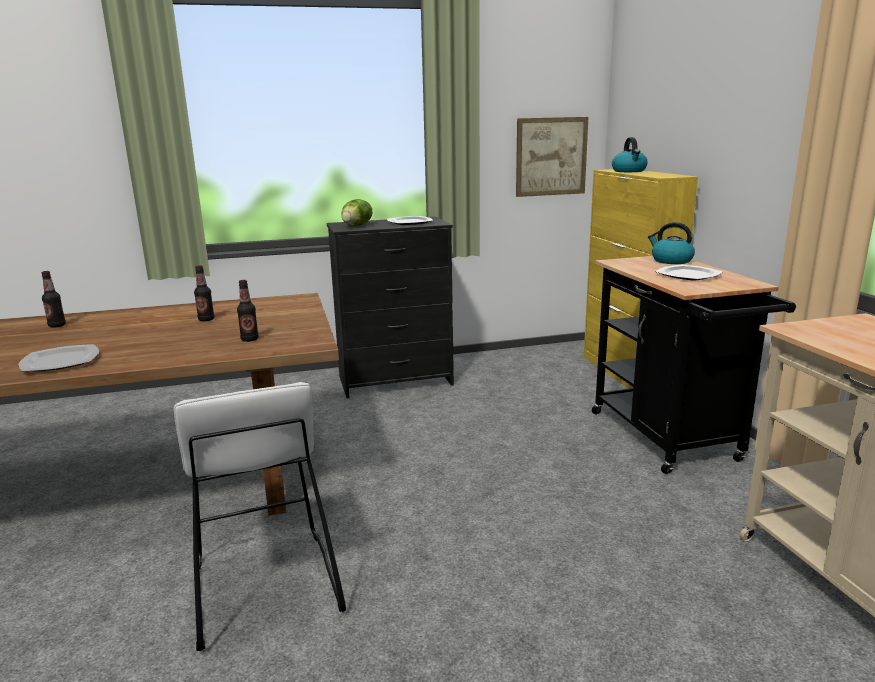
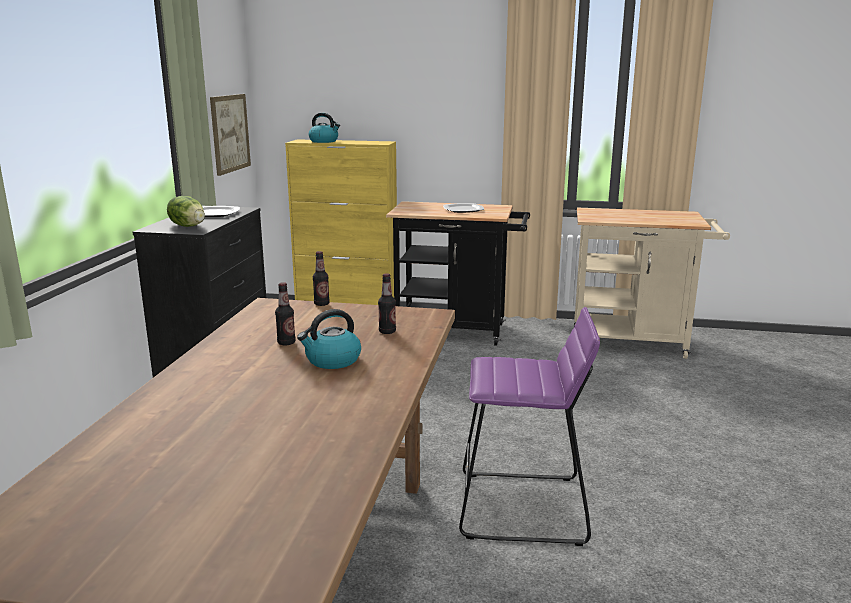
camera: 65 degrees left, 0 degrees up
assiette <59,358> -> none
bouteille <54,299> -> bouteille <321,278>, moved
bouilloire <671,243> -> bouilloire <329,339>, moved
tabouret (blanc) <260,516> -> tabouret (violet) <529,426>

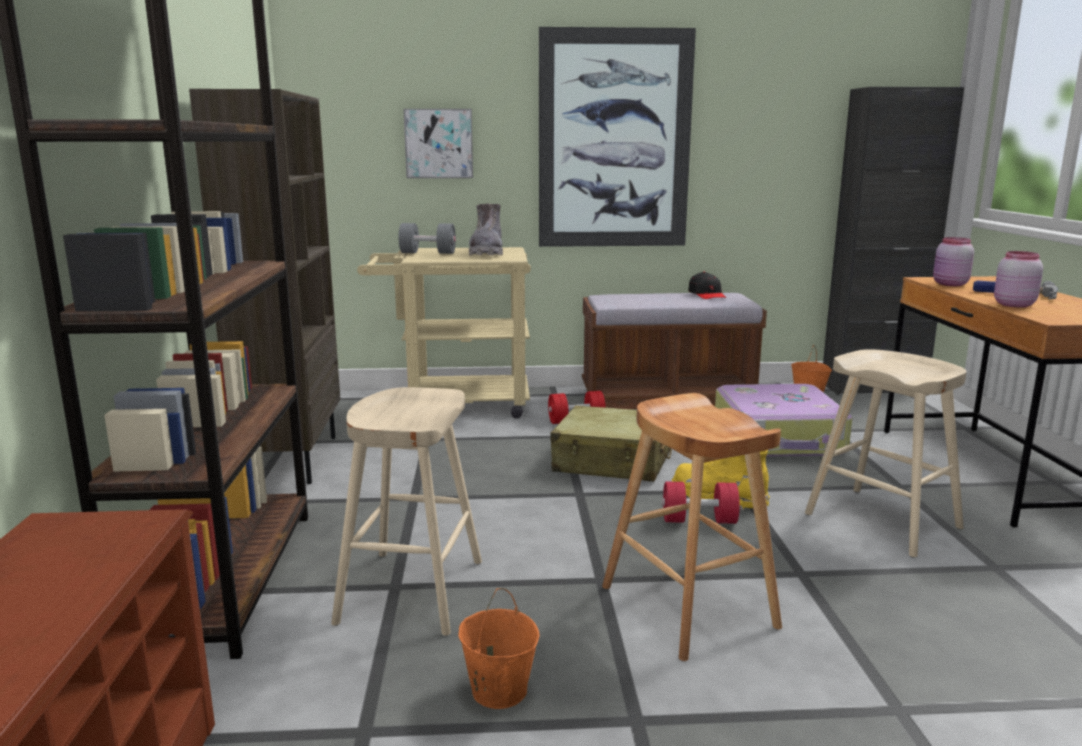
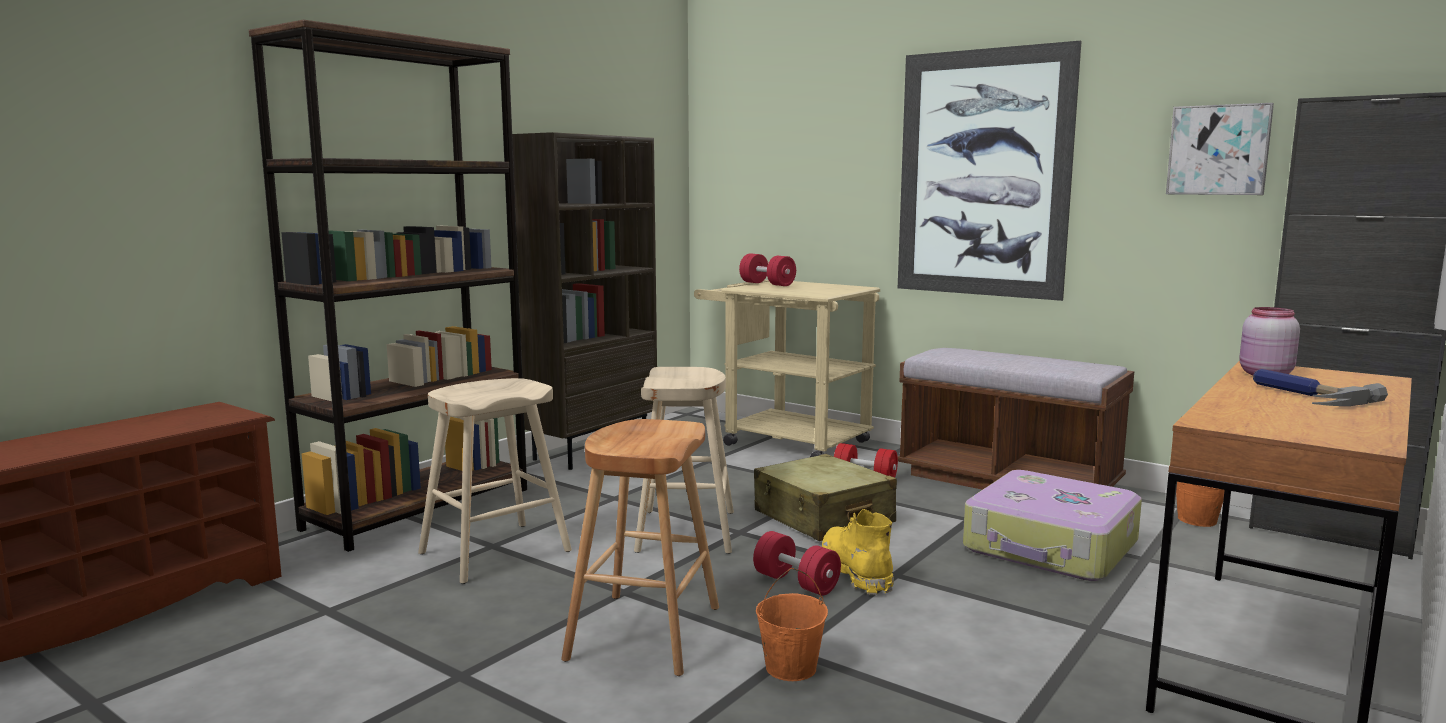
camera: 40 degrees right, 5 degrees down
botte (gris) <486,229> -> none
casquette (noir) <707,285> -> none
bocal (rose) <1018,279> -> none
tableau <438,143> -> tableau <1220,149>, moved
seau (orange) <498,648> -> seau (orange) <792,624>, moved
tabouret (beige) <885,453> -> tabouret (beige) <684,460>, moved
haltère (gris) <427,238> -> haltère (rouge) <767,269>

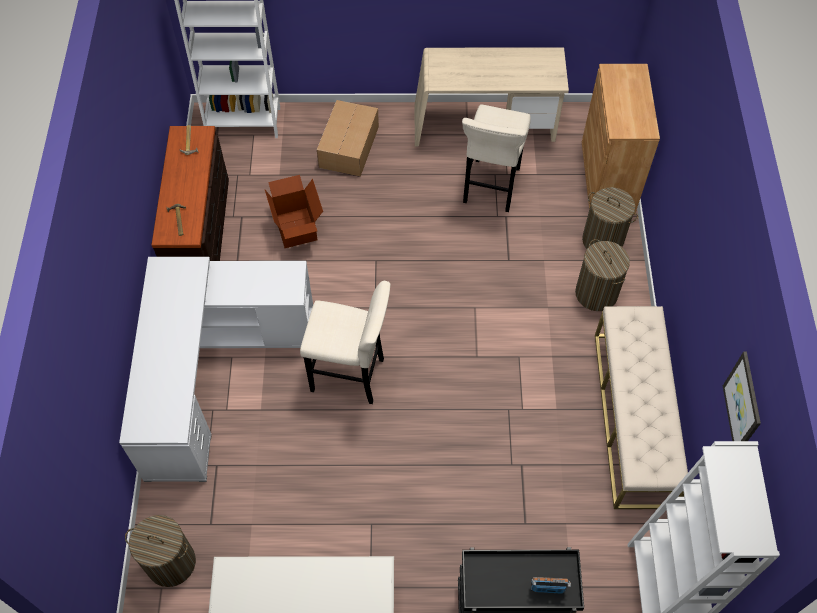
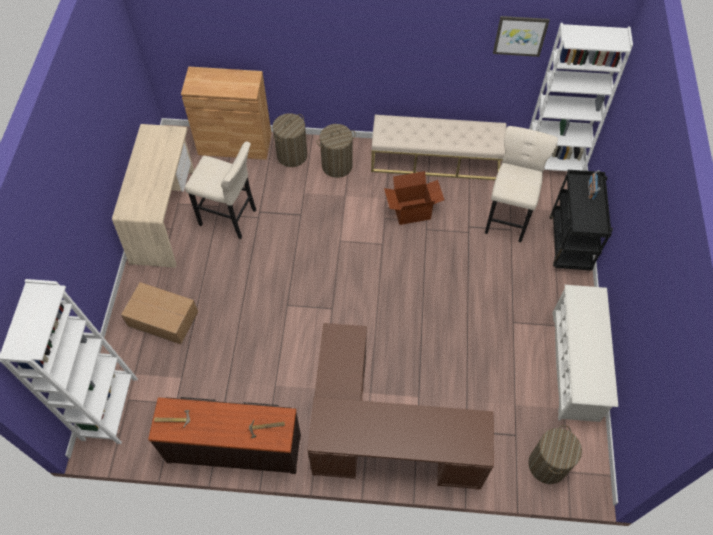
camera: 85 degrees left, 0 degrees up
carton <294,211> -> carton <414,198>, moved
tabouret (beige) <345,342> -> tabouret (beige) <521,184>, moved
bureau (blanc) <216,369> -> bureau (marron) <401,406>

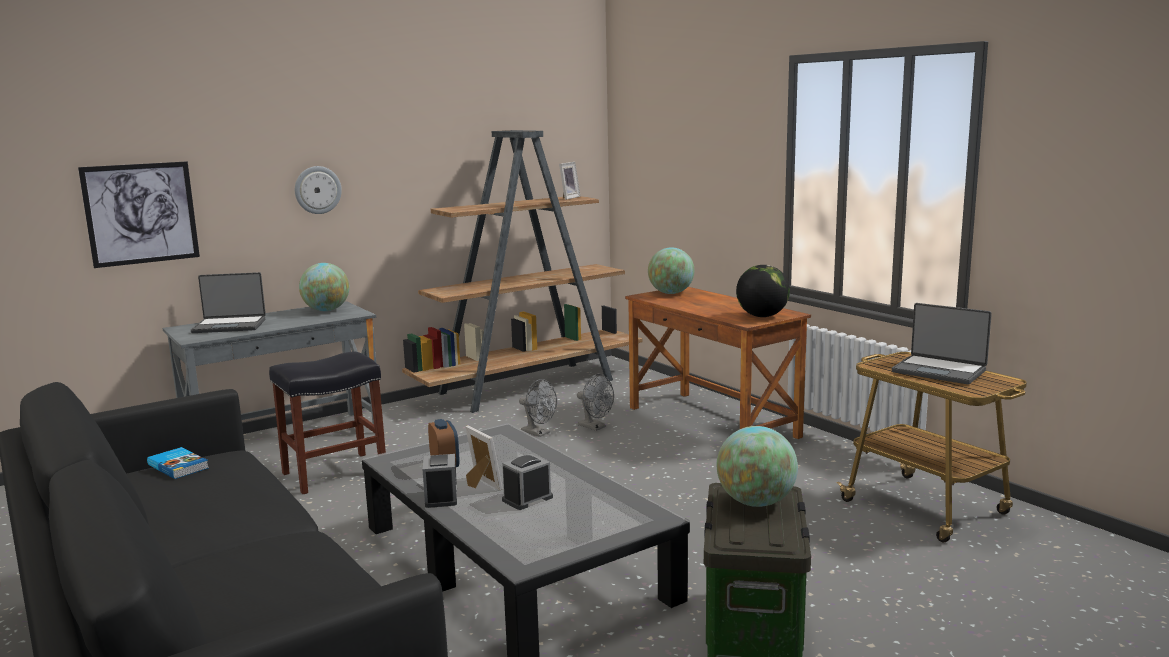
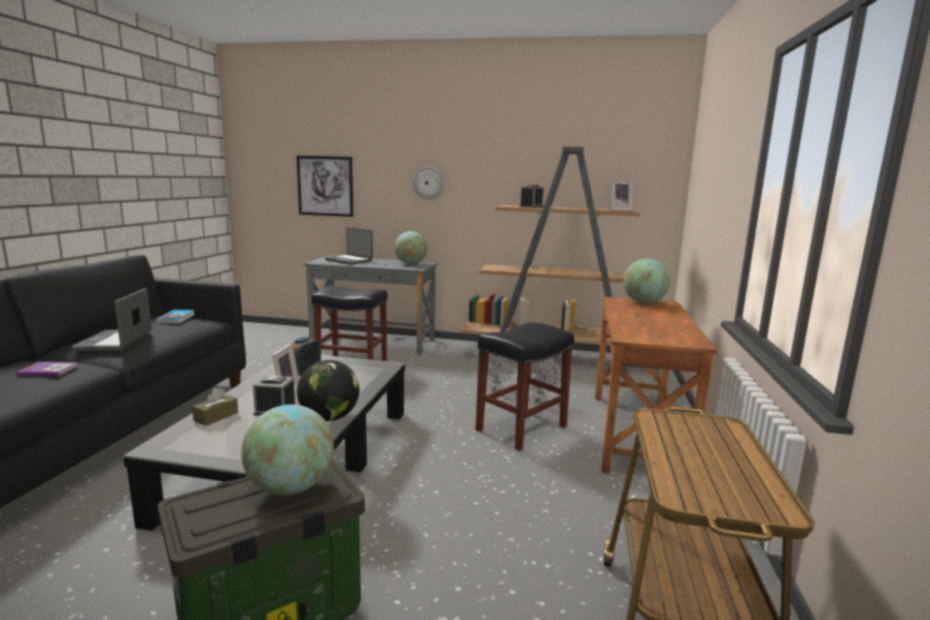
camera: 45 degrees right, 0 degrees up
none -> livre <47,369>
none -> boîte à mouchoirs (marron) <215,407>
none -> tabouret (noir) <524,386>
réveil <440,481> -> réveil <532,196>, moved
globe <763,291> -> globe <328,390>, moved
ordinateur portable <942,343> -> ordinateur portable <111,319>, moved

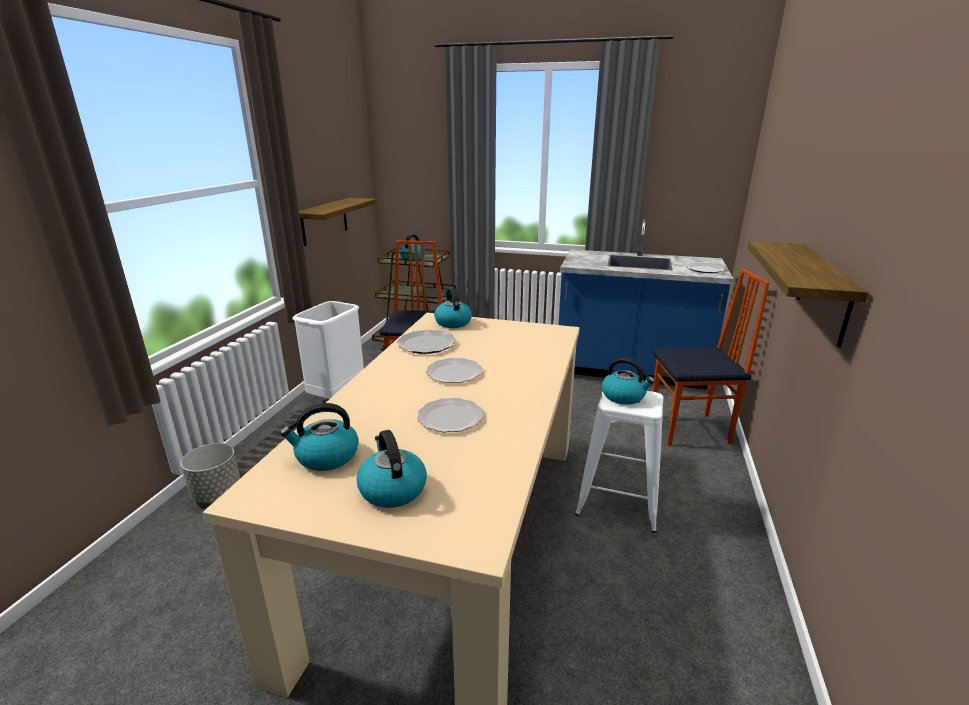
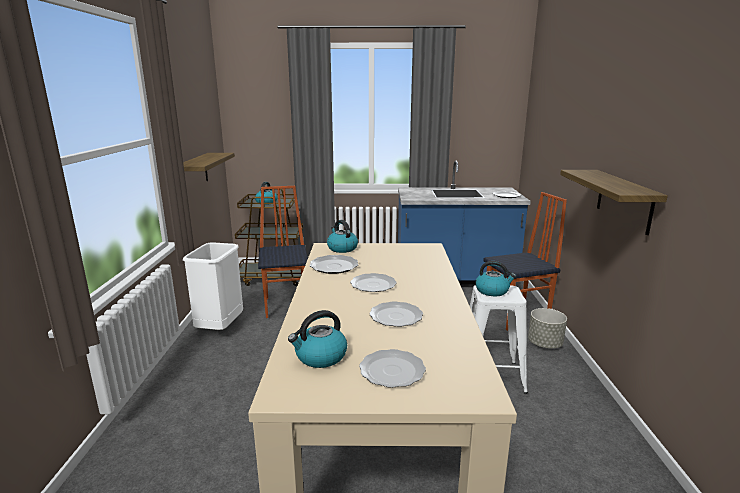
camera: 15 degrees left, 5 degrees down
cache-pot (gris) <210,473> -> cache-pot (gris) <547,328>, moved
bouilloire <392,469> -> assiette <392,368>

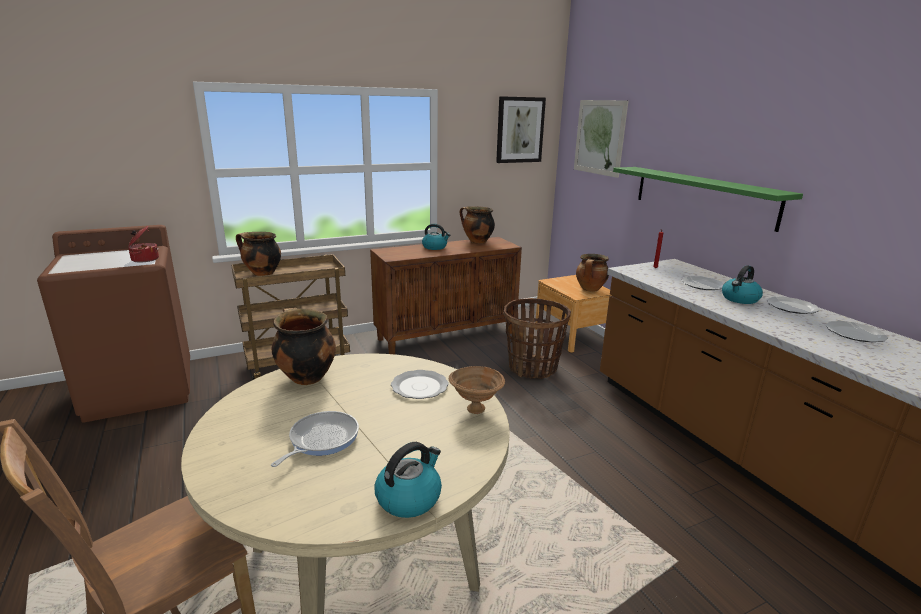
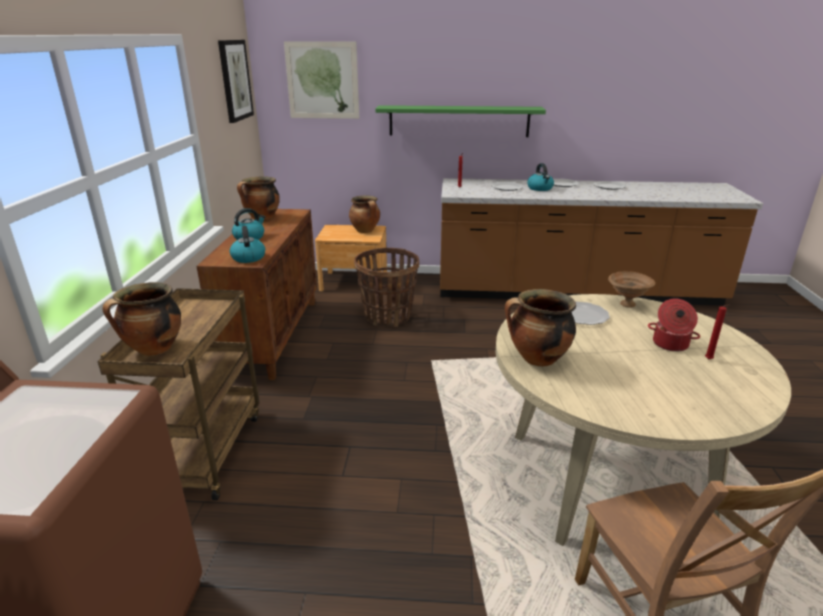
camera: 60 degrees left, 5 degrees up
poêle <315,439> -> none
none -> bougie (rouge) <717,332>
marmite <143,244> -> marmite <674,325>, moved
bouilloire <408,480> -> bouilloire <247,244>, moved

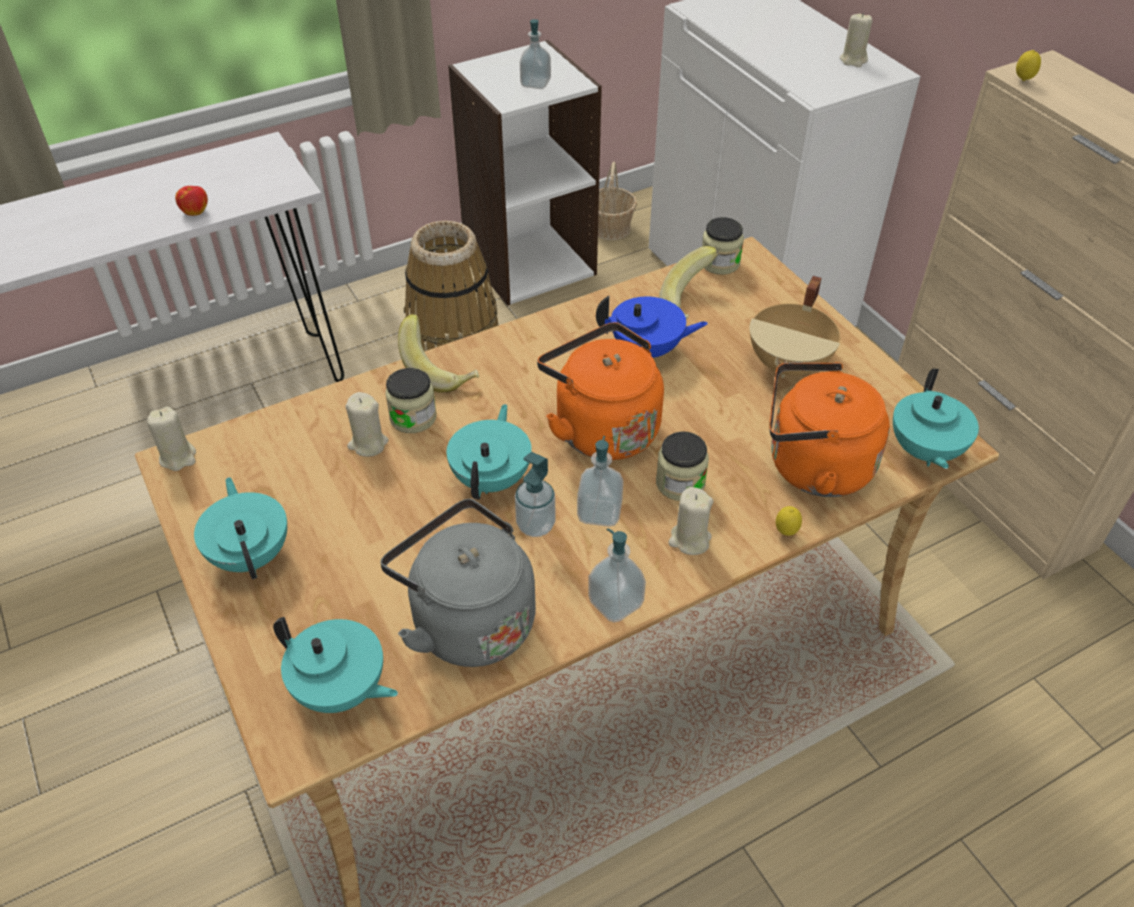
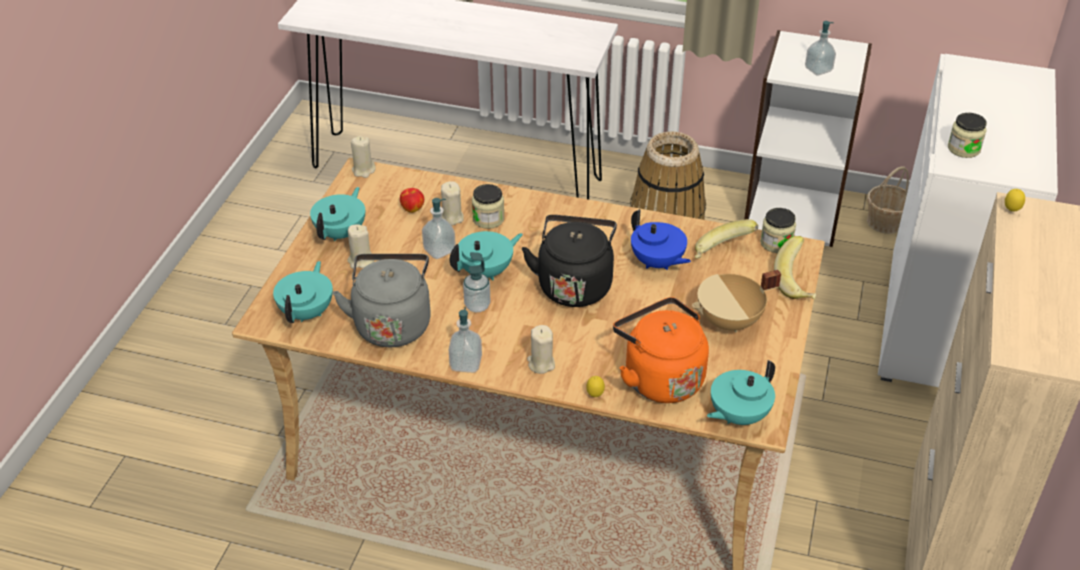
camera: 45 degrees right, 5 degrees down
pomme <191,201> -> pomme <412,200>, moved
banane <438,353> -> banane <795,267>, moved
distributeur de savon <600,481> -> distributeur de savon <439,228>, moved
bocal <682,466> -> bocal <967,135>, moved
bougie (beige) <856,40> -> bougie (beige) <361,246>, moved
bouilloire (orange) <600,391> -> bouilloire (noir) <569,261>
théière (turquoise) <335,665> -> théière (turquoise) <303,292>, 150 degrees counterclockwise

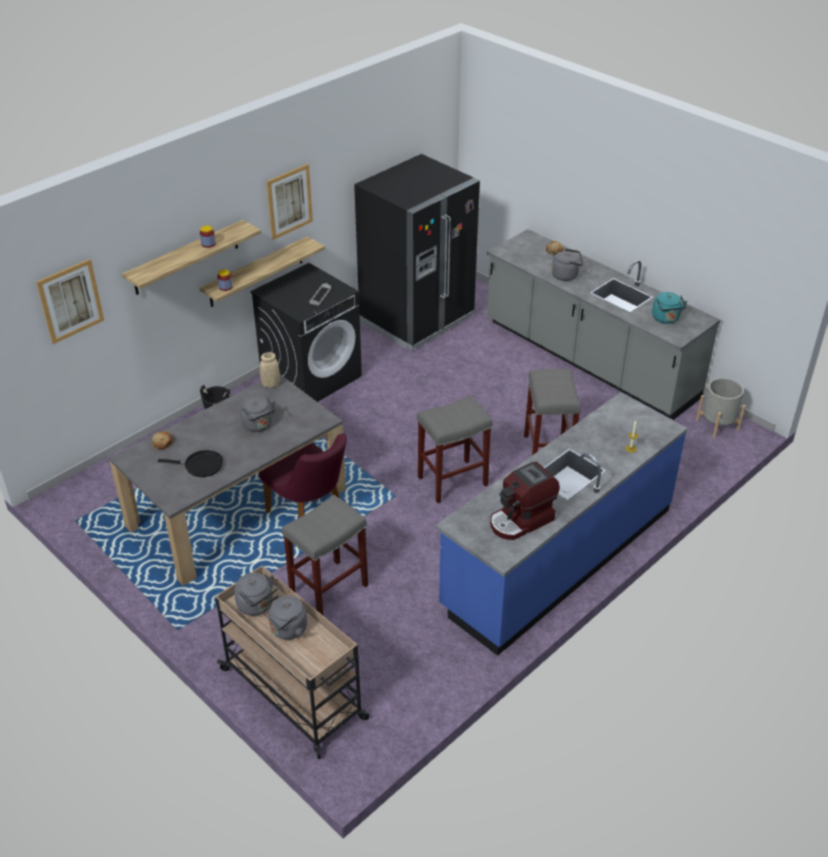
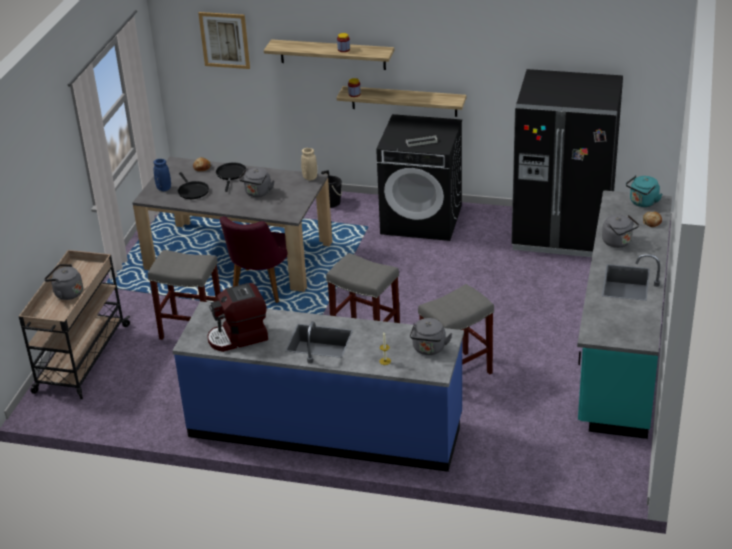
camera: 60 degrees right, 5 degrees down
tableau <289,202> -> none
cache-pot (gris) <720,408> -> none
none -> vase (bleu) <162,175>
none -> poêle (noir) <231,177>
bouilloire (gris) <256,594> -> bouilloire (gris) <431,336>, moved
bouilloire (turquoise) <670,308> -> bouilloire (turquoise) <644,191>, moved
comptoir de cuisine (gris) <603,324> -> comptoir de cuisine (turquoise) <624,314>
machine à café <525,501> -> machine à café <238,317>, 45 degrees counterclockwise

